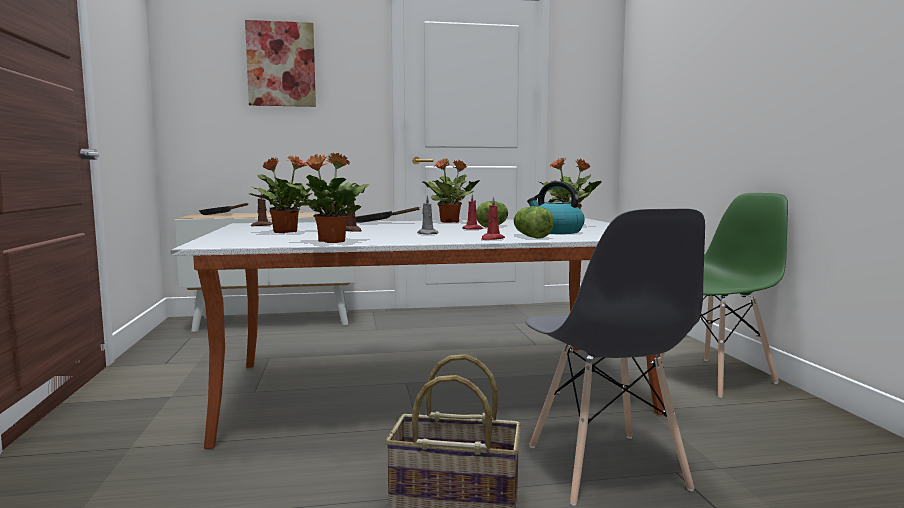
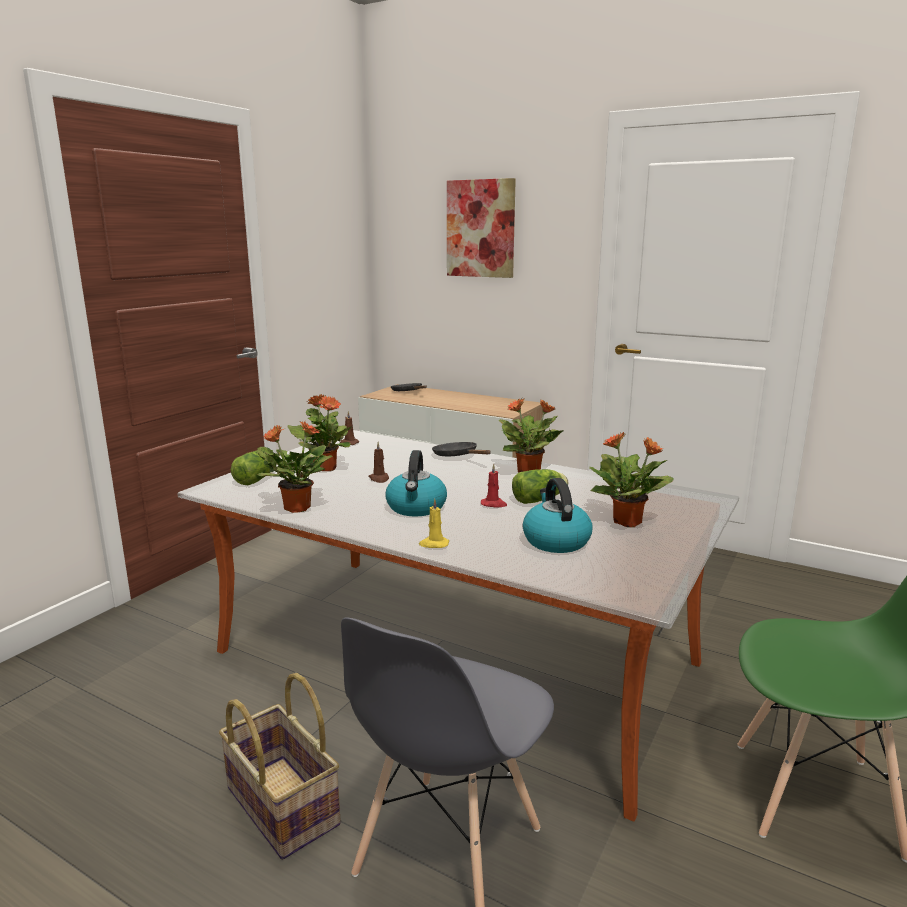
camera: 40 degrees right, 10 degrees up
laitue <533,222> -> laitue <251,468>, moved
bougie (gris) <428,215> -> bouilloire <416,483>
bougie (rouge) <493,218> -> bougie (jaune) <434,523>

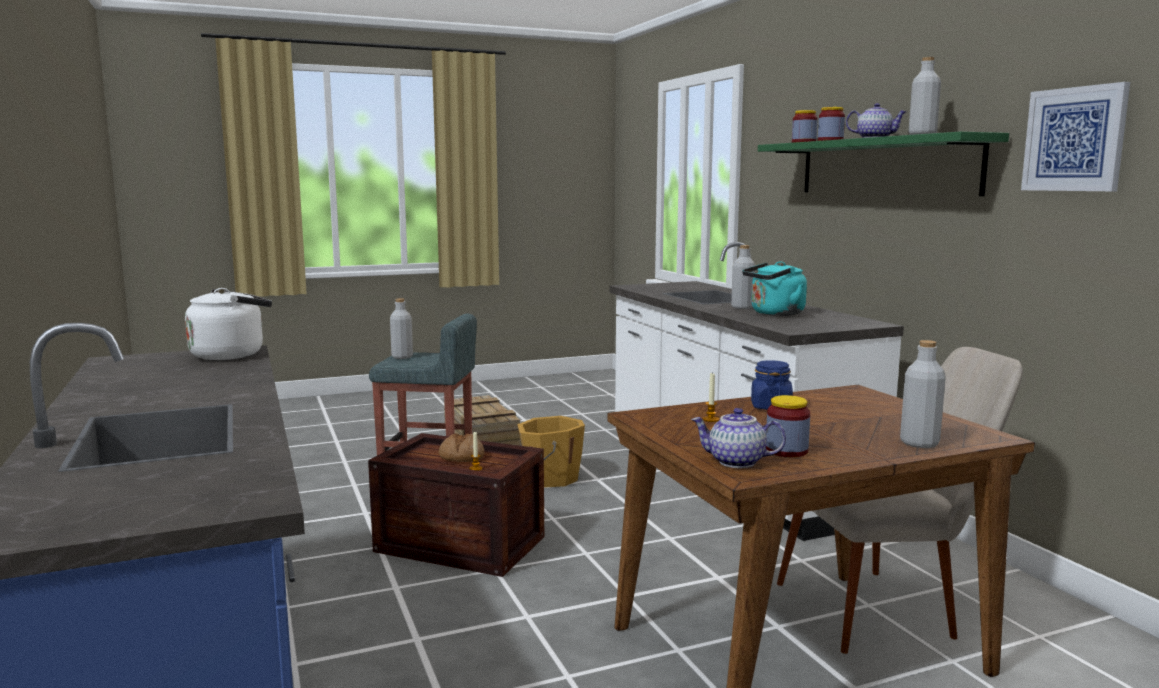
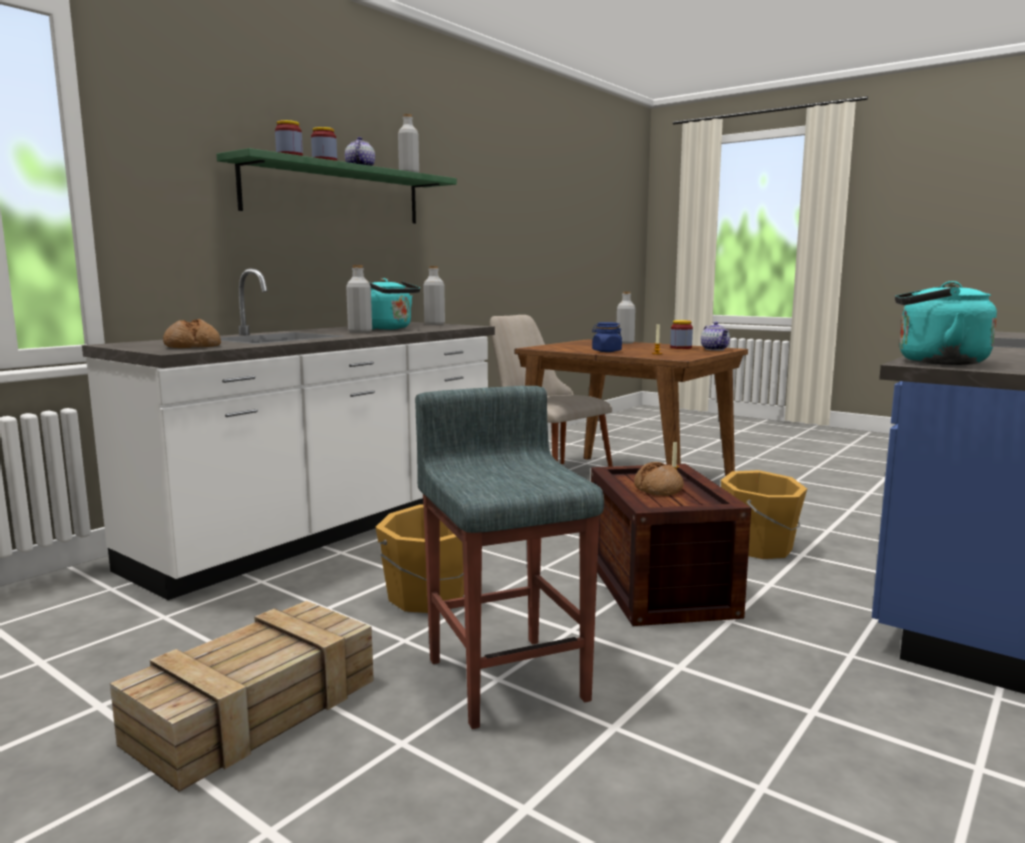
camera: 120 degrees left, 0 degrees up
tableau <1075,136> -> none
none -> pain <192,333>
none -> seau (orange) <764,514>
bouteille (gris) <401,328> -> bouteille (gris) <434,295>, moved
bouilloire (blanc) <228,324> -> bouilloire (turquoise) <946,323>

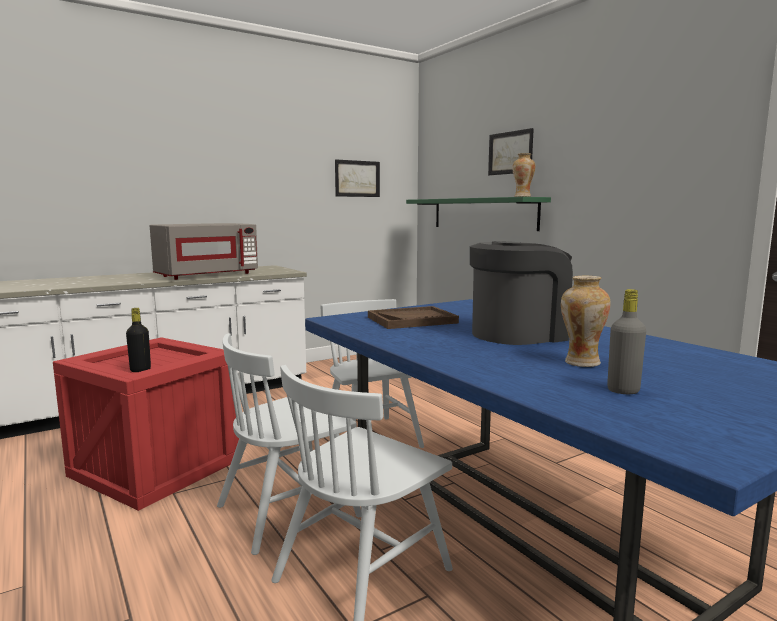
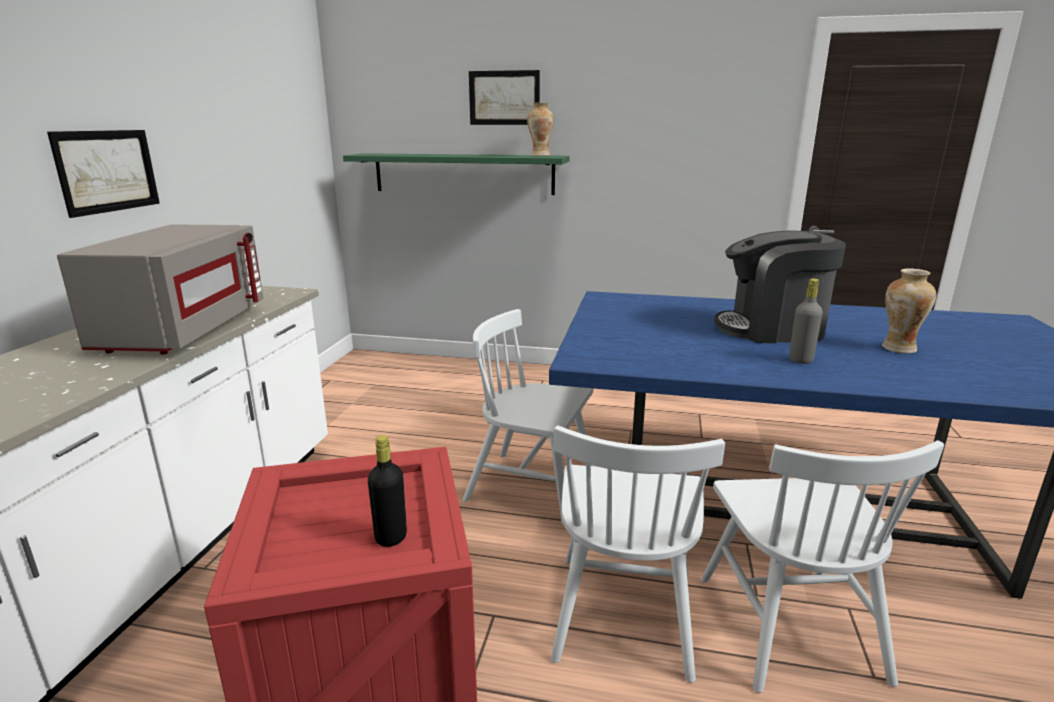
camera: 45 degrees left, 10 degrees up
plateau (marron) <413,317> -> none
tableau <357,178> -> tableau <103,174>, moved
bouteille (gris) <626,341> -> bouteille (gris) <806,321>, moved
machine à café <521,293> -> machine à café <780,286>, 105 degrees counterclockwise

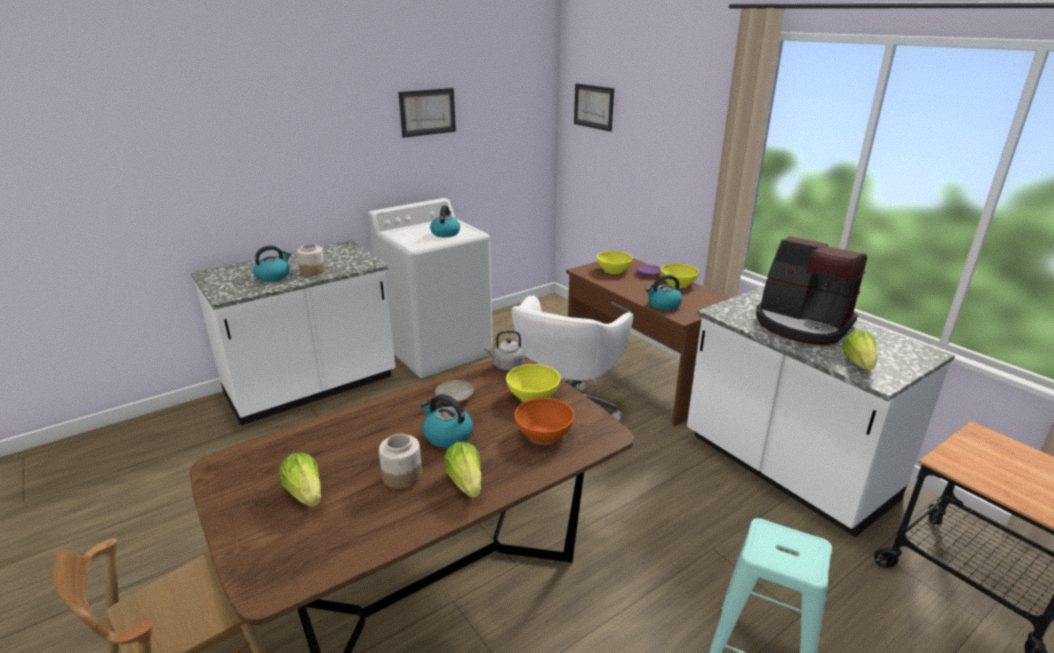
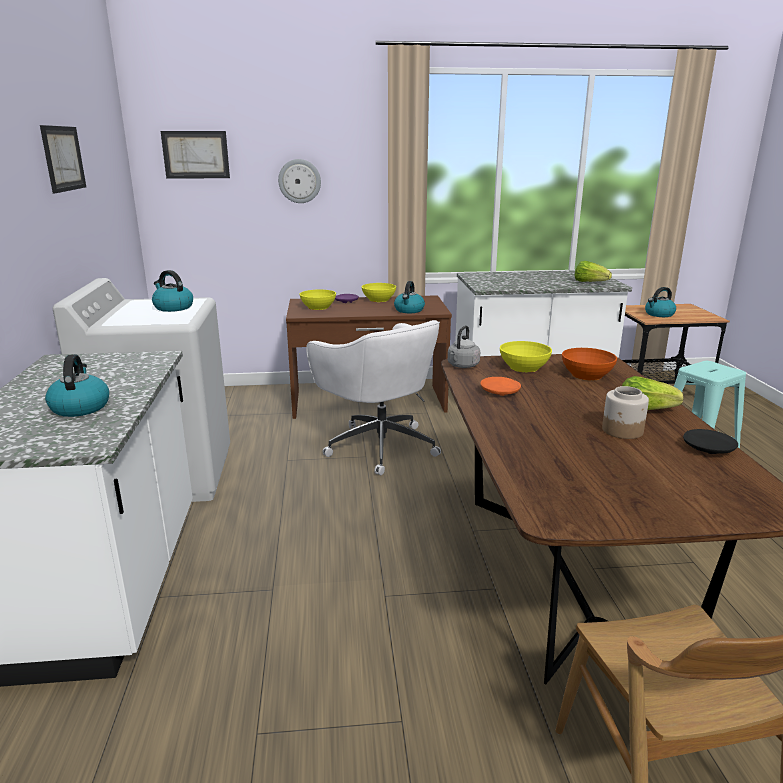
camera: 60 degrees left, 5 degrees down
laitue <300,480> -> none
bocal <311,260> -> none
machine à café <811,290> -> none
none -> horloge murale <299,181>
none -> assiette (noir) <710,441>
bouilloire <446,421> -> bouilloire <660,302>, moved
assiette (beige) <454,391> -> assiette (orange) <500,386>

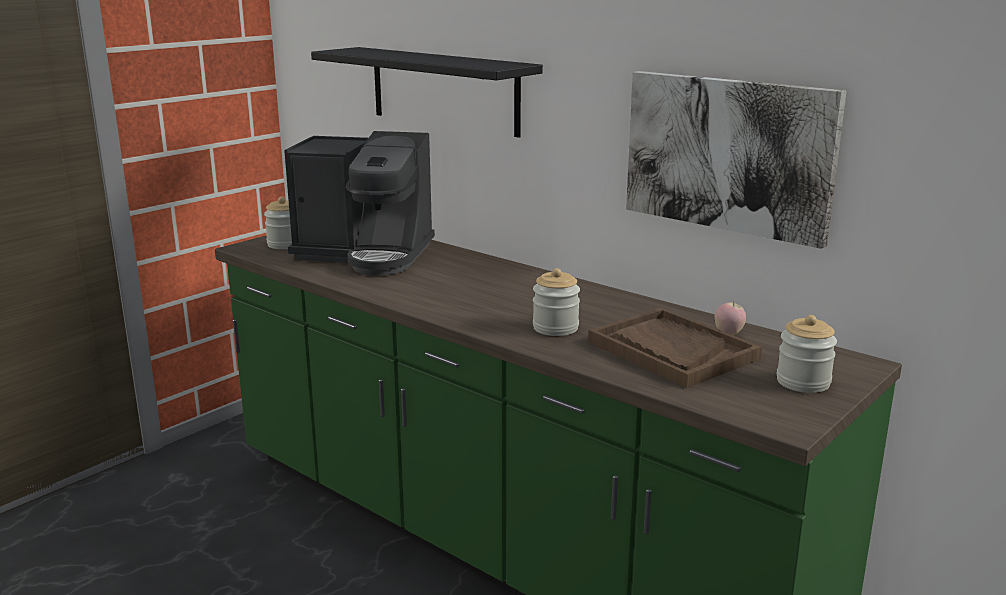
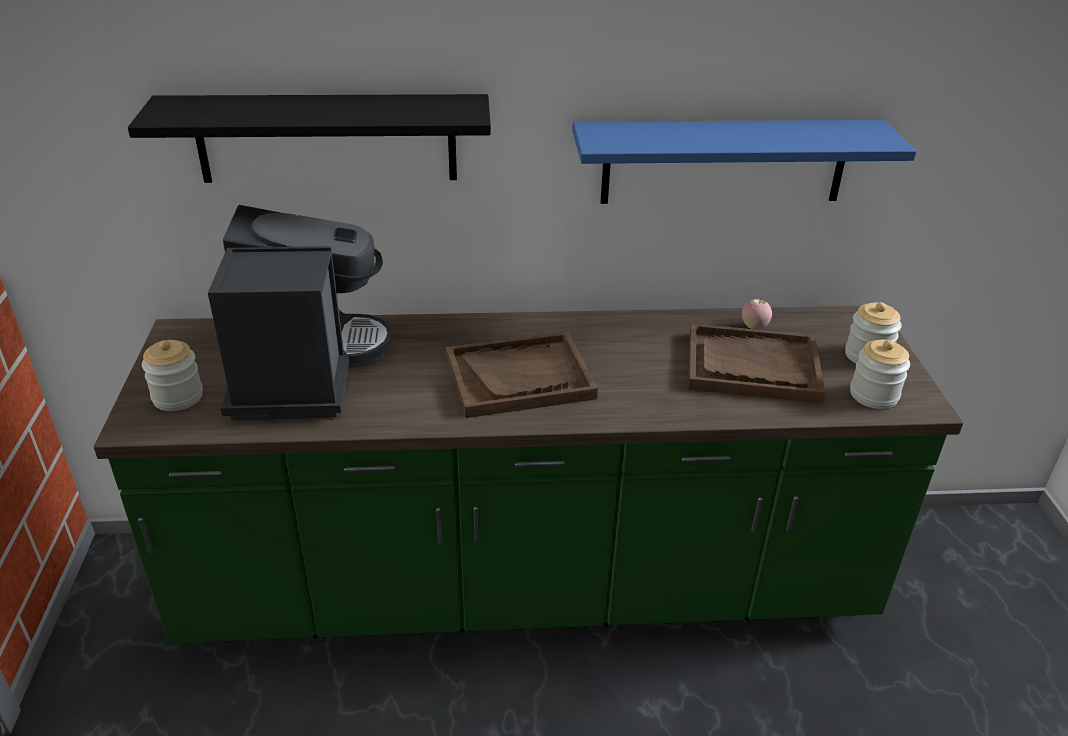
camera: 45 degrees left, 15 degrees up
none -> plateau (marron) <522,375>
bocal <556,302> -> bocal <880,374>, moved
tableau <736,160> -> étagère (bleu) <744,162>
machine à café <359,203> -> machine à café <300,312>, 60 degrees counterclockwise

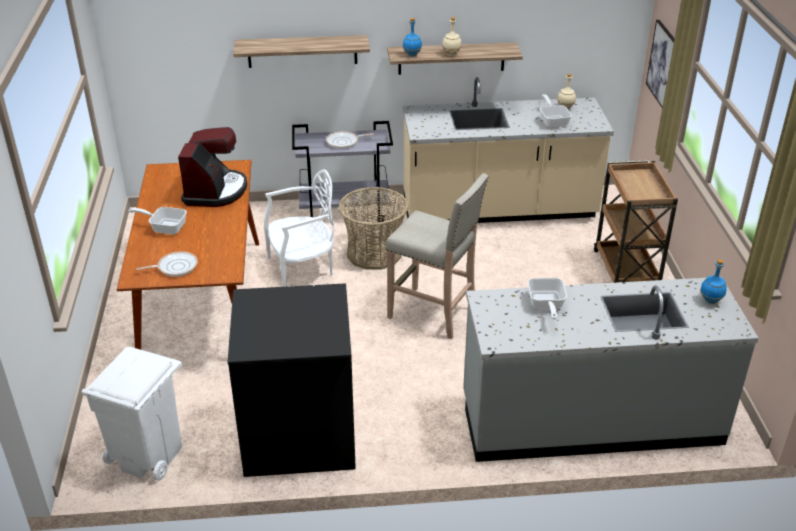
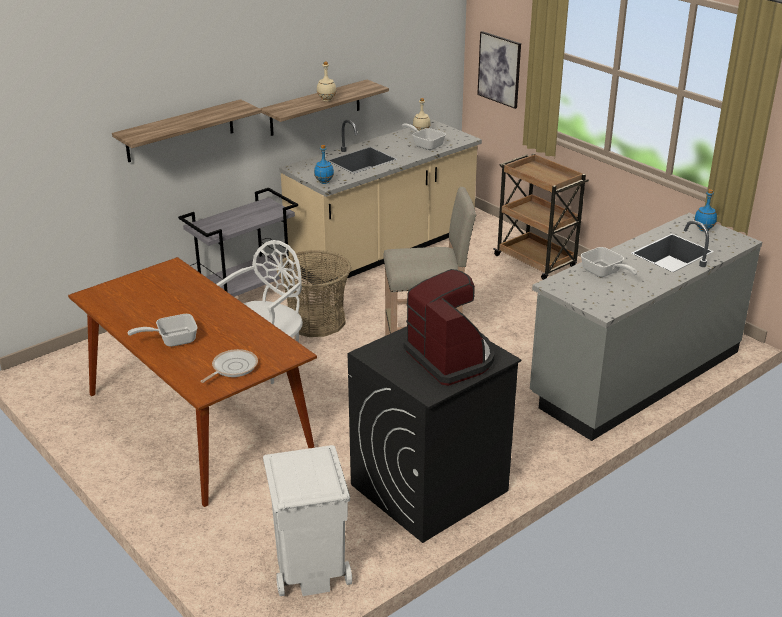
camera: 35 degrees left, 5 degrees down
poêle <350,140> -> none
machine à café <212,167> -> machine à café <449,327>, moved
bouteille (bleu) <412,37> -> bouteille (bleu) <324,164>, moved

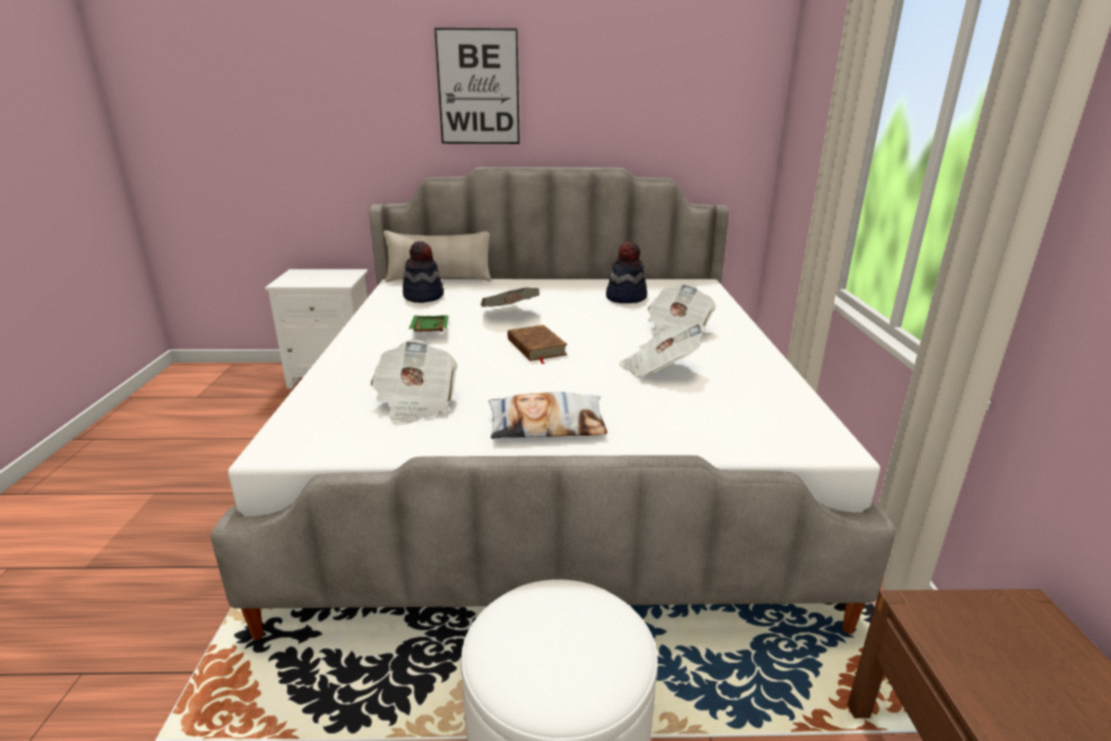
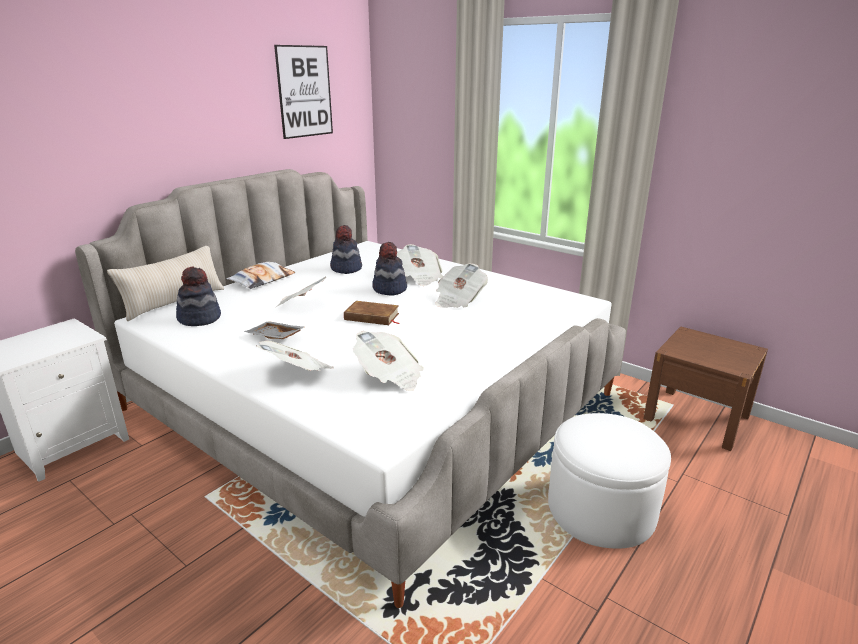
camera: 50 degrees left, 0 degrees up
none -> journal <295,356>
none -> chapeau <389,269>
tableau <477,86> -> tableau <303,92>, moved
coussin <548,415> -> coussin <260,275>, moved
plateau (vert) <429,323> -> plateau (gris) <274,330>

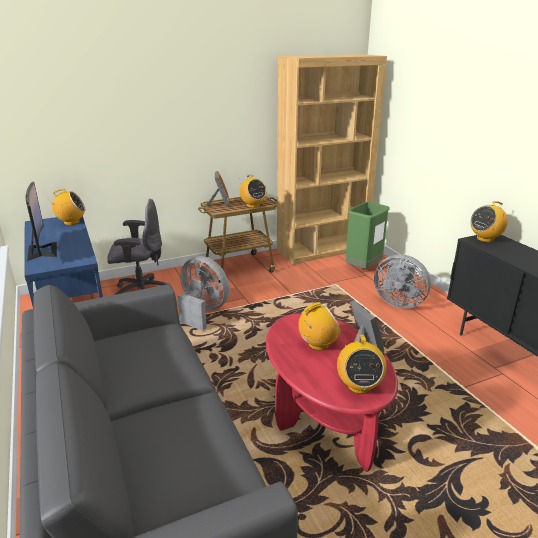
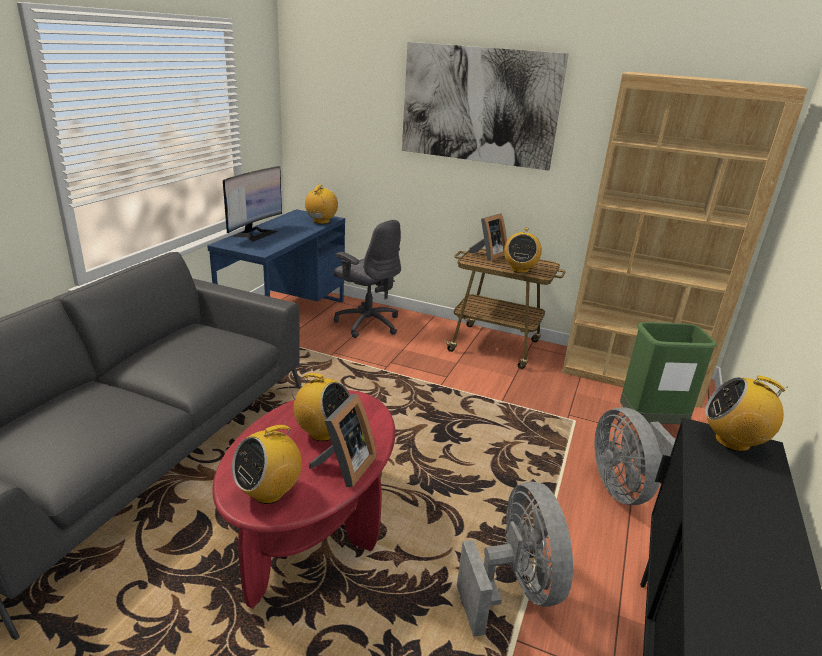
camera: 45 degrees right, 0 degrees up
none -> tableau <485,106>
ventilateur (gris) <203,293> -> ventilateur (gris) <515,559>, moved
radio <67,206> -> radio <321,204>, 105 degrees counterclockwise

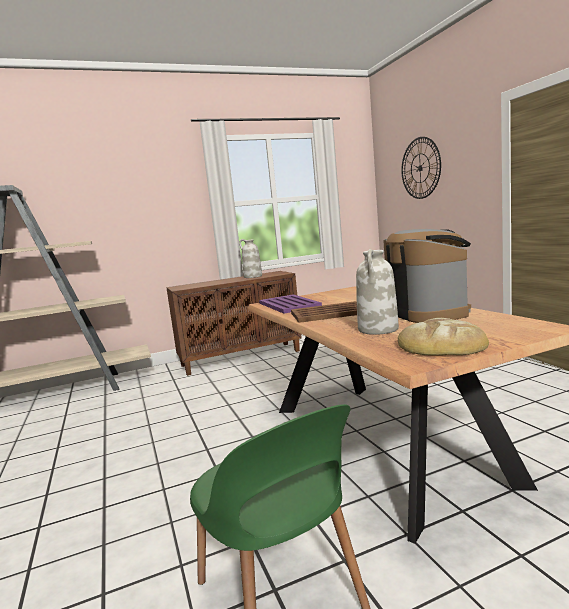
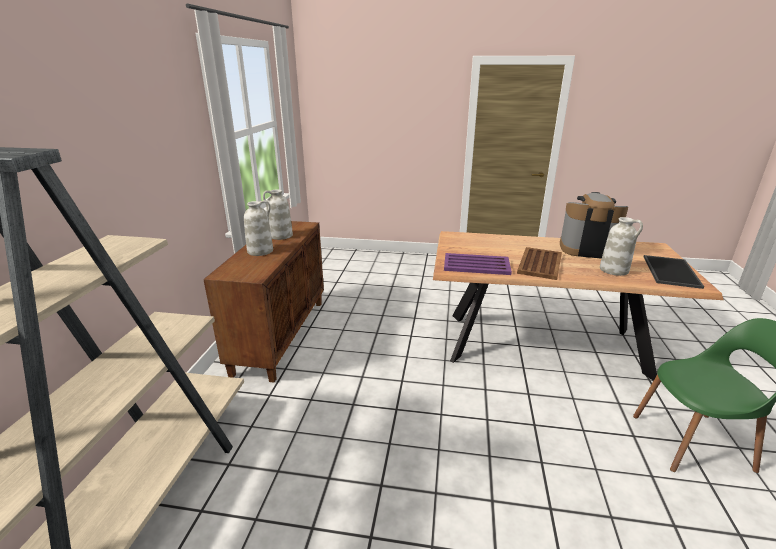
camera: 60 degrees left, 15 degrees up
horloge murale <421,168> -> none
none -> vase (blanc) <258,228>
pain <443,337> -> plateau <674,272>

